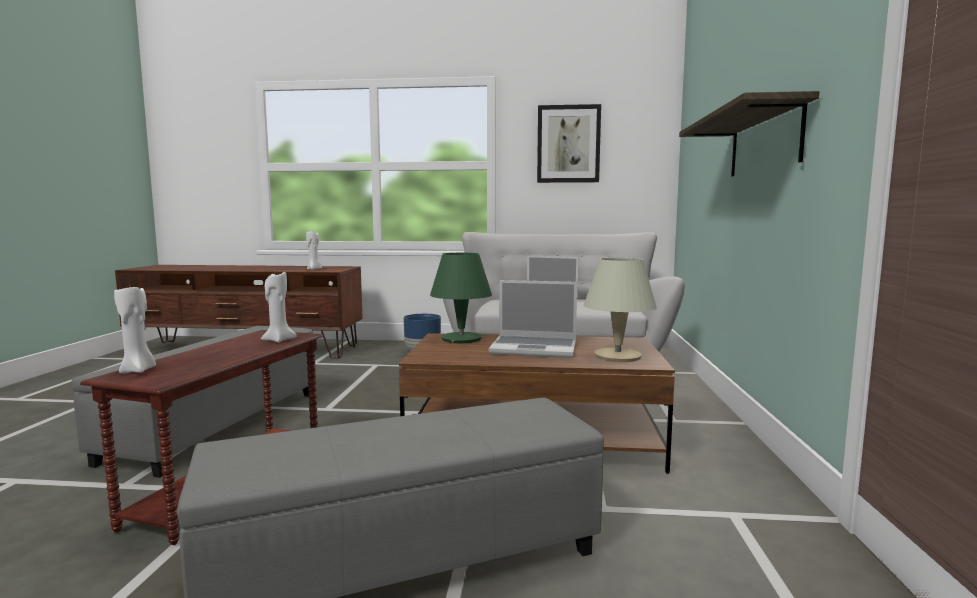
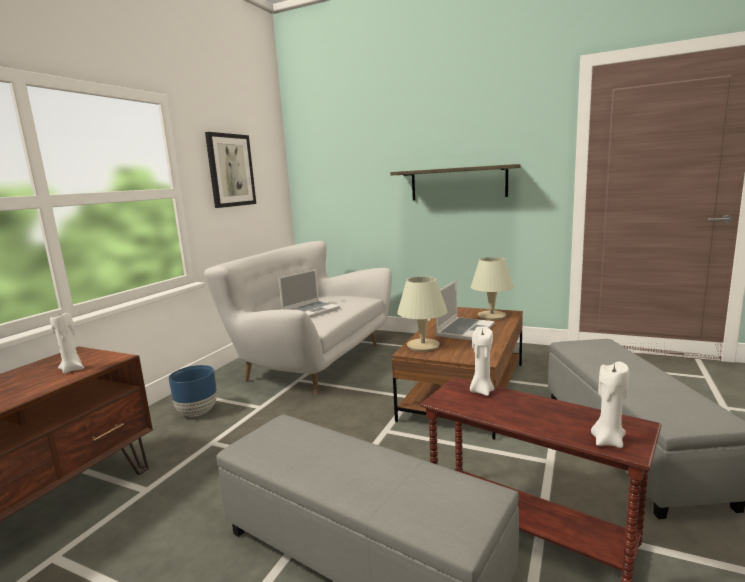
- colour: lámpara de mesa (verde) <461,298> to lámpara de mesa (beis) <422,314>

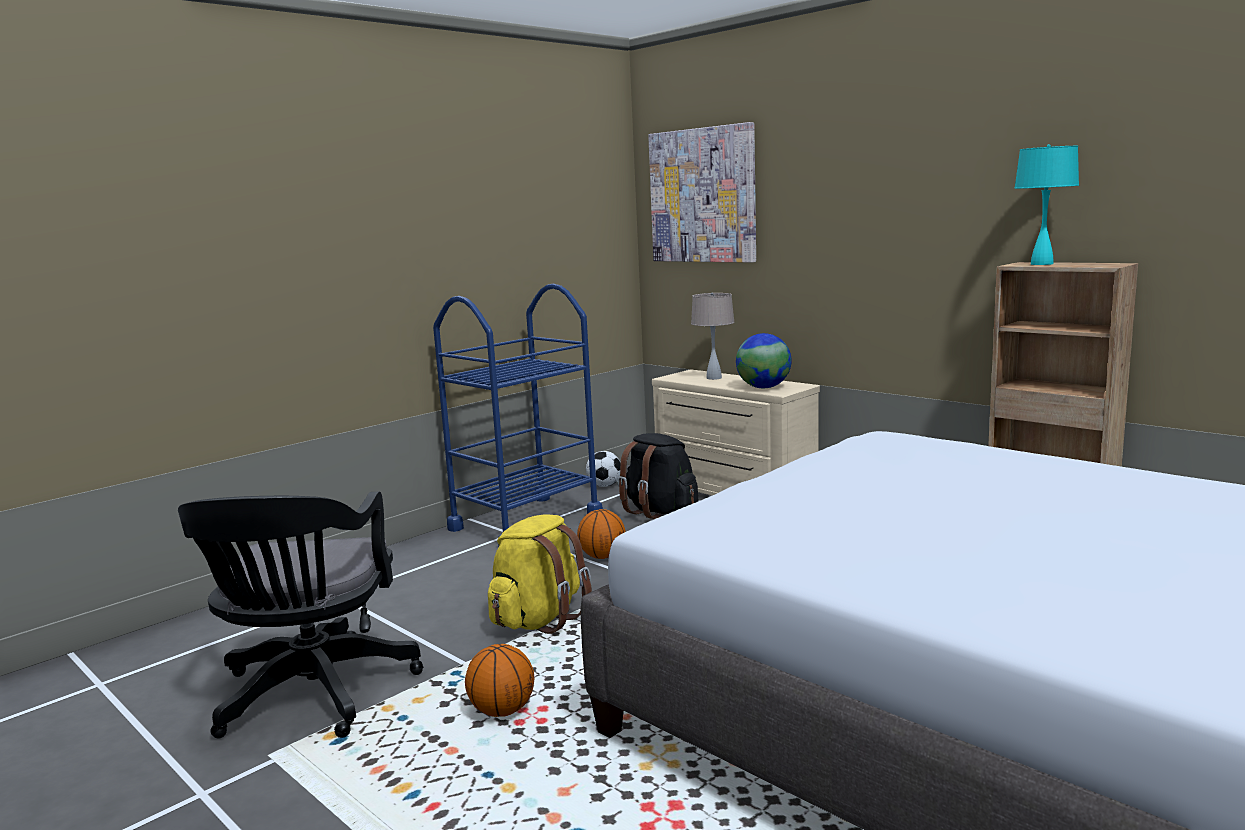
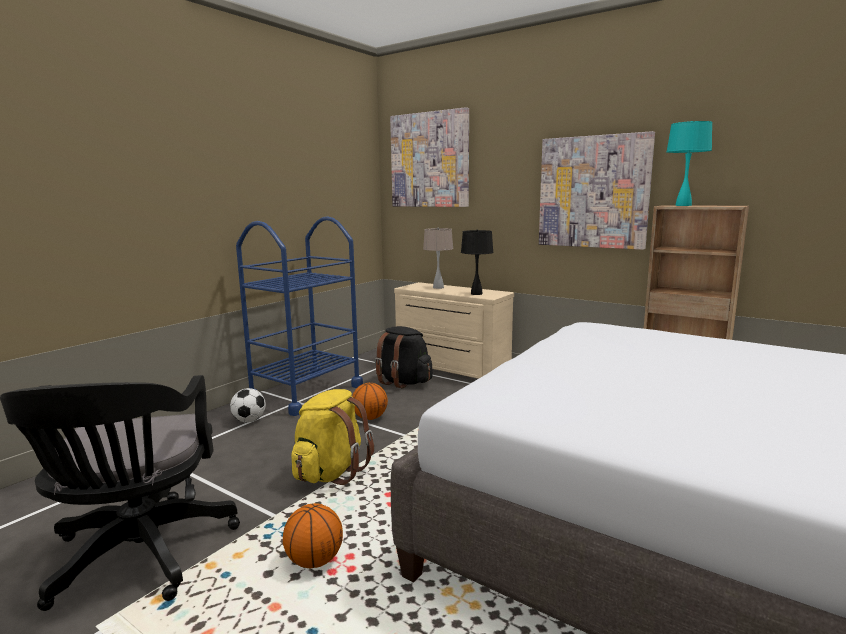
- relocated: balón de fútbol <603,469> to <248,405>
- exchanged: globo terráqueo <764,360> to lámpara de mesa (negro) <477,262>
- appeared: cuadro <597,190>

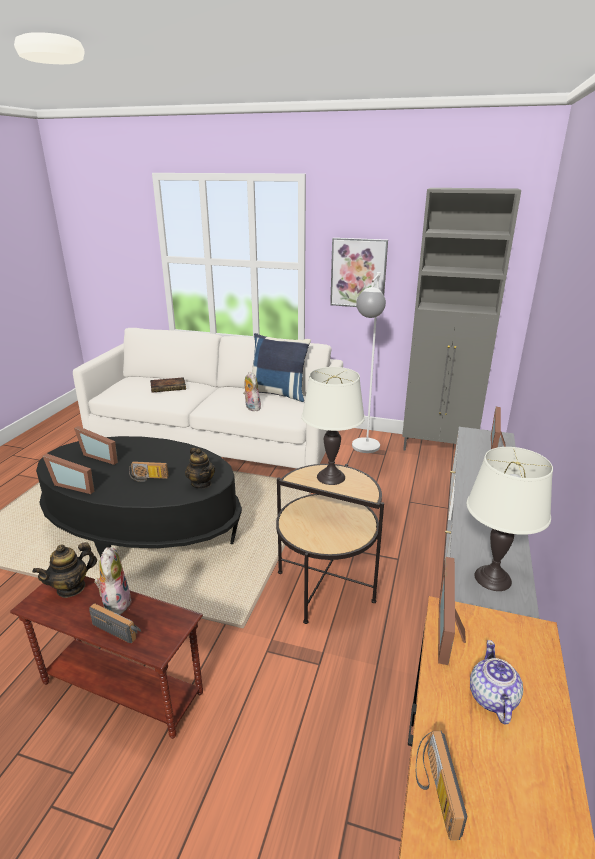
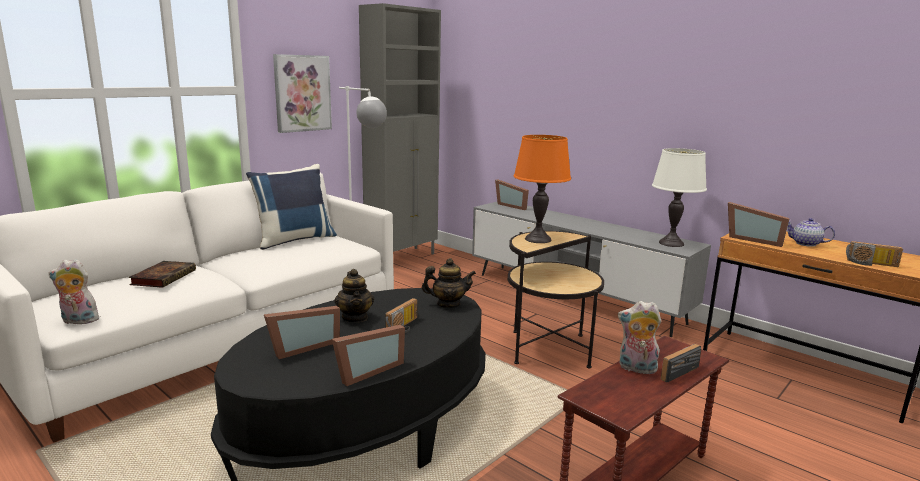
- relocated: tetera <64,570> to <354,296>
- relocated: peluche <252,391> to <75,291>
- colour: lámpara de mesa (blanco) <333,426> to lámpara de mesa (naranja) <542,189>

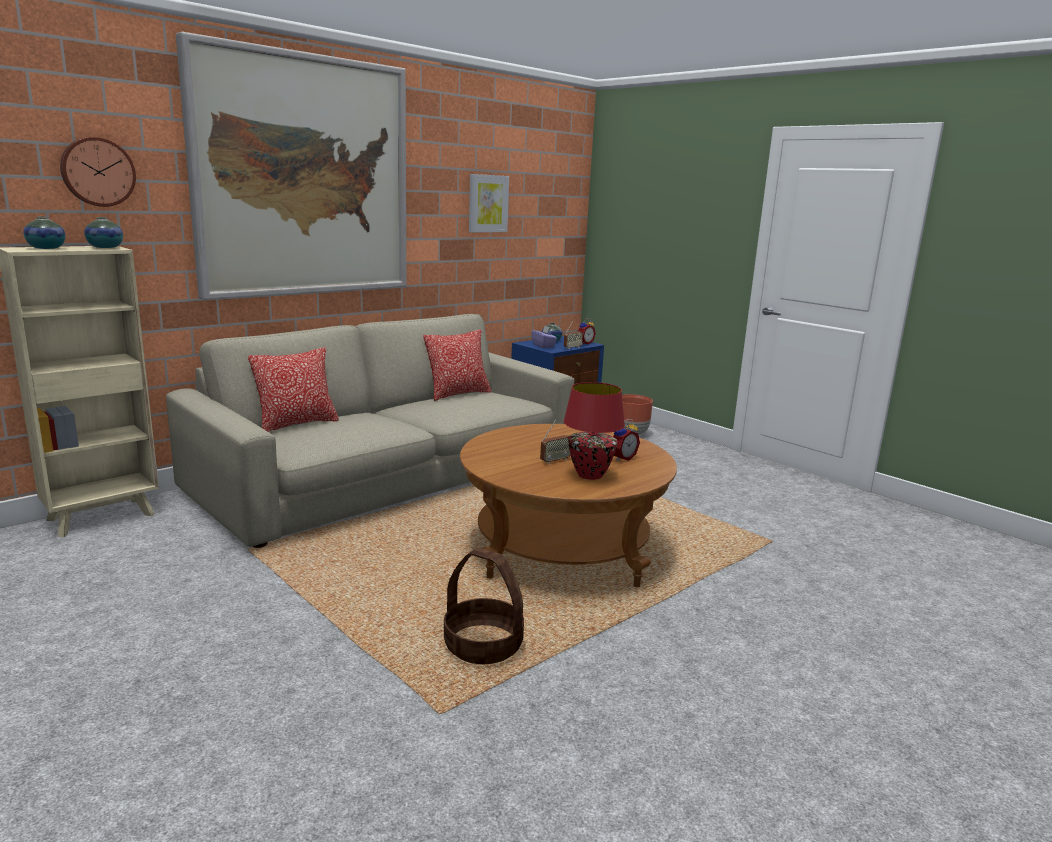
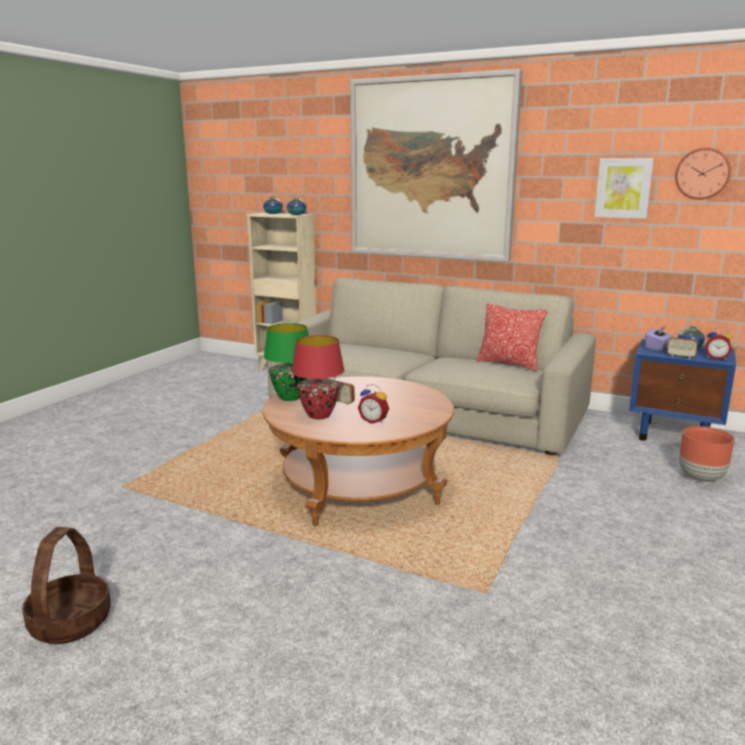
- relocated: reloj de pared <98,172> to <703,174>
- missing: cojín <293,389>
- relocated: cesta <484,606> to <66,585>
- appeared: lámpara de mesa (verde) <286,362>

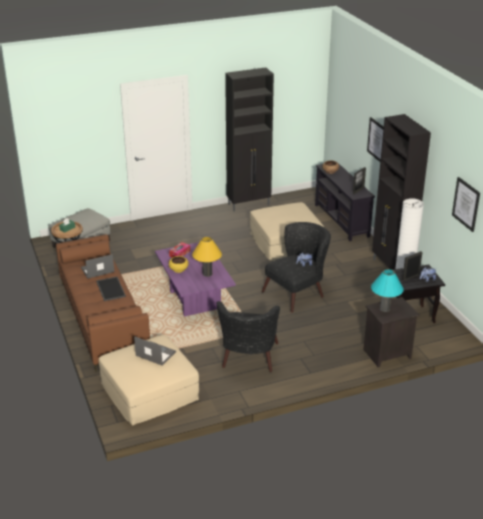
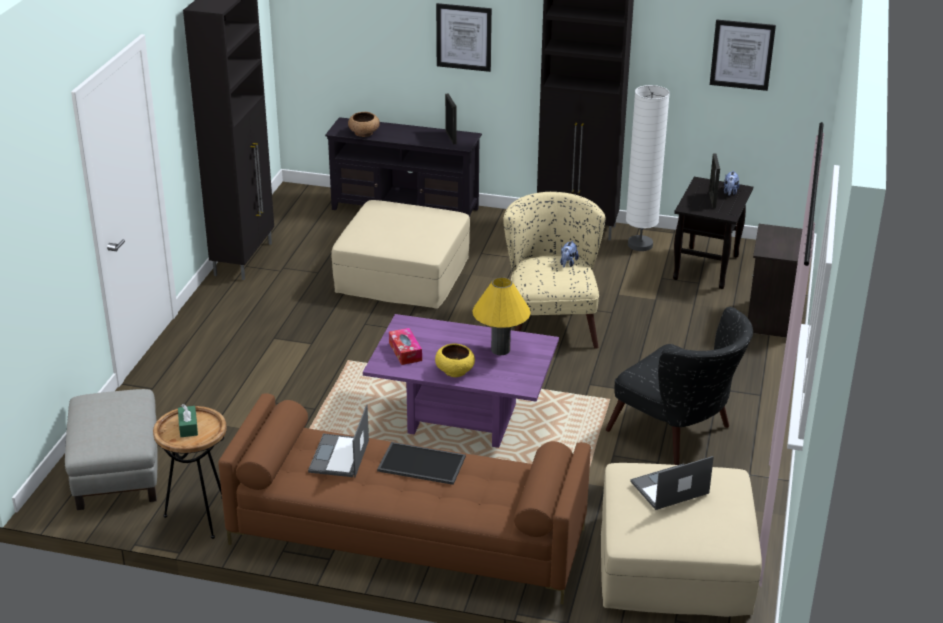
- colour: sillón (negro) <296,267> to sillón (beis) <554,270>
- missing: lámpara de mesa (turquesa) <387,290>

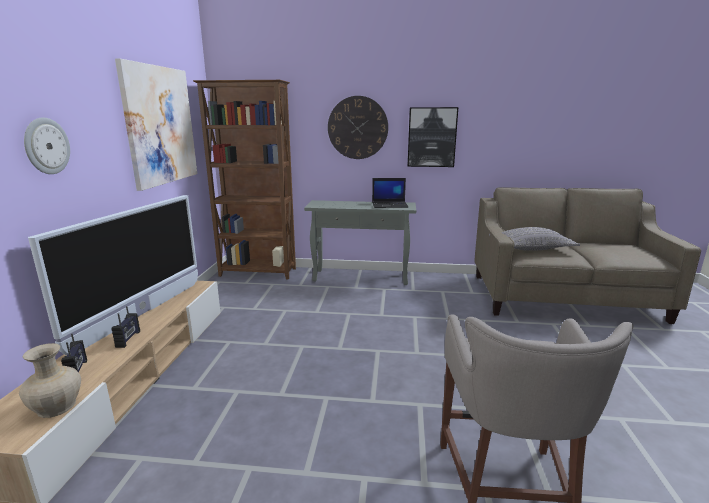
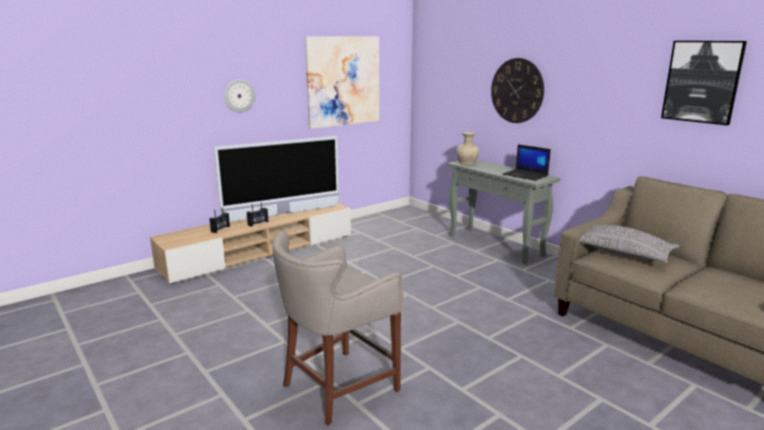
- relocated: florero (beis) <50,380> to <468,148>
- missing: estantería (marrón) <244,180>
- relocated: cuadro <432,137> to <704,83>

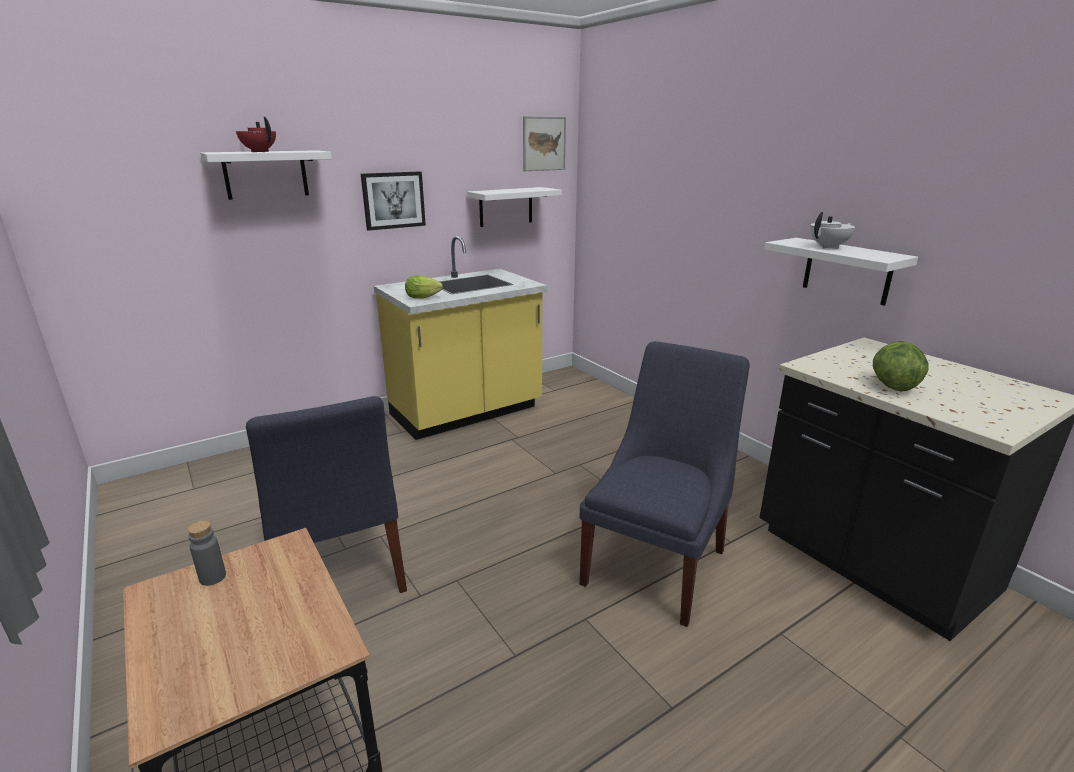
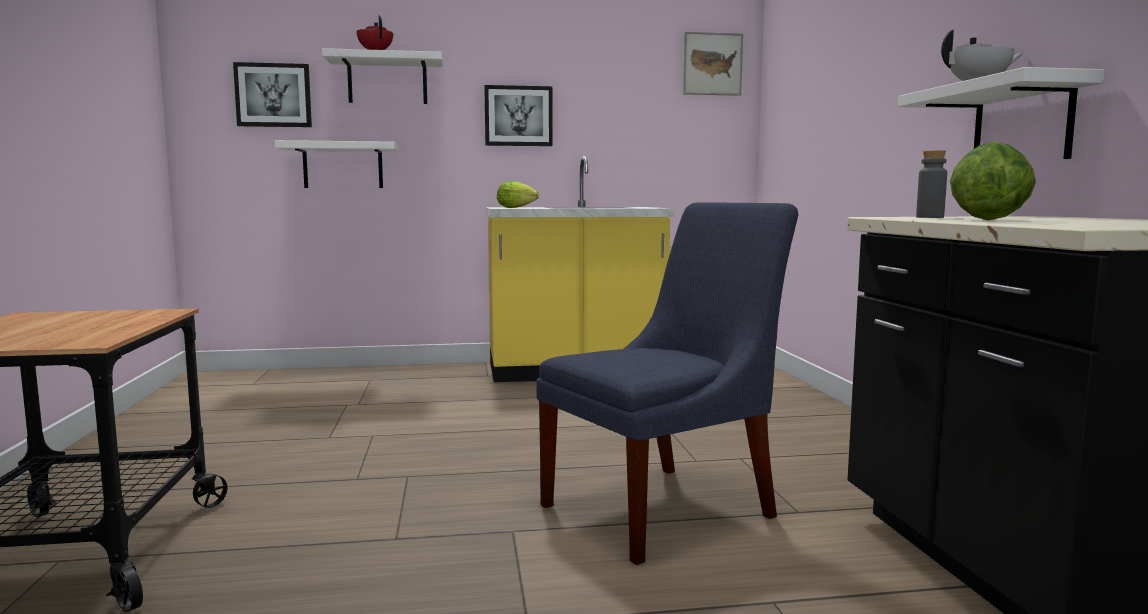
- relocated: botella (gris) <207,553> to <931,184>
- missing: silla (azul) <326,494>
- relocated: estante (blanco) <514,207> to <336,164>
- appeared: cuadro <272,94>

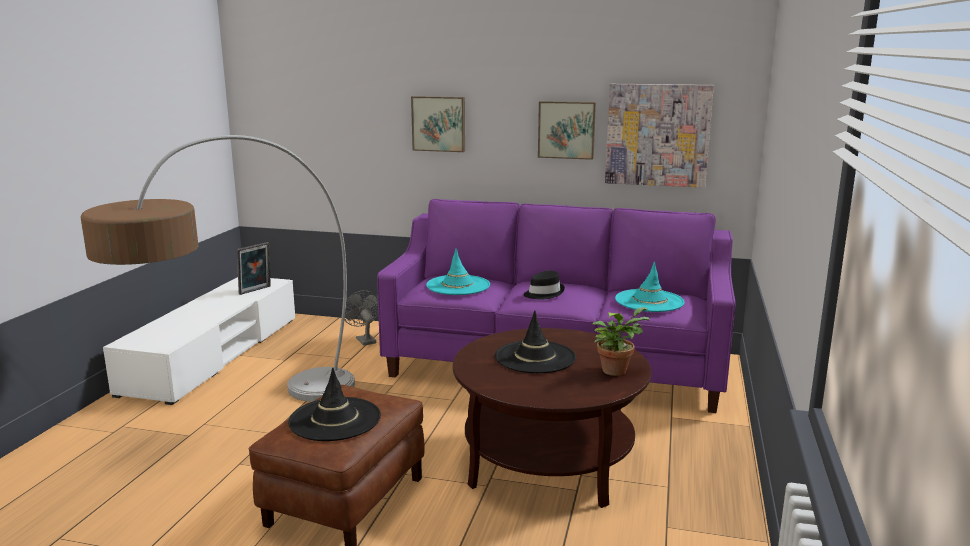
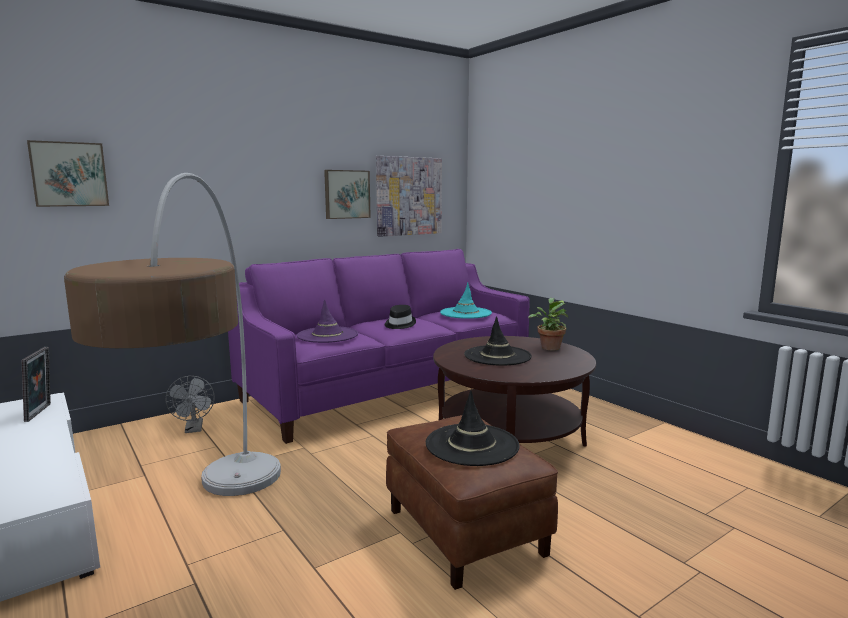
- spun: ventilador (gris) <361,318> = <190,404> 120 degrees counterclockwise
- relocated: cuadro <438,124> to <68,173>
- colour: sombrero (turquesa) <458,271> to sombrero (morado) <327,321>

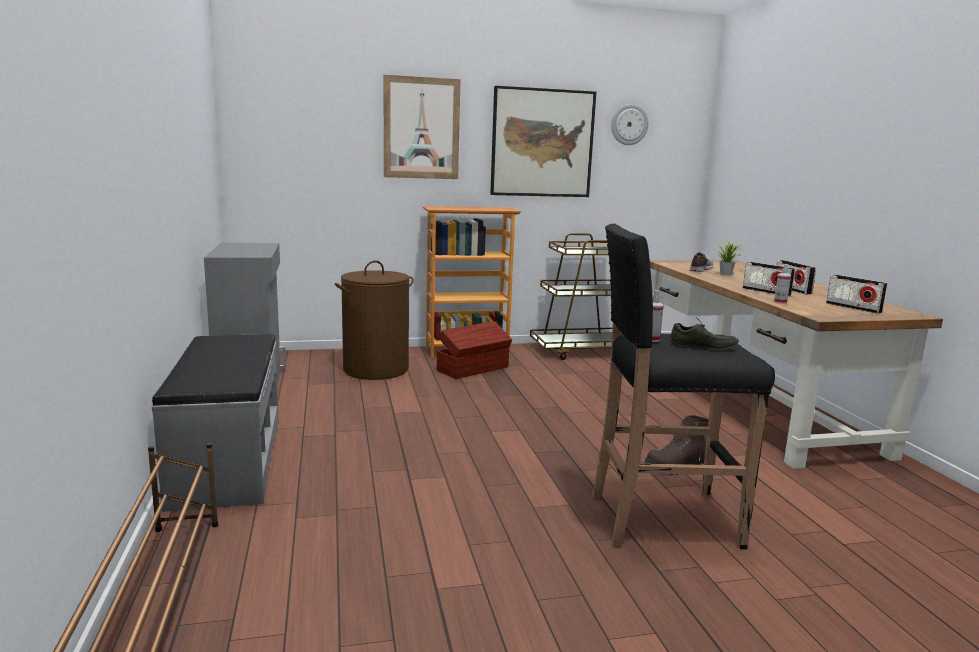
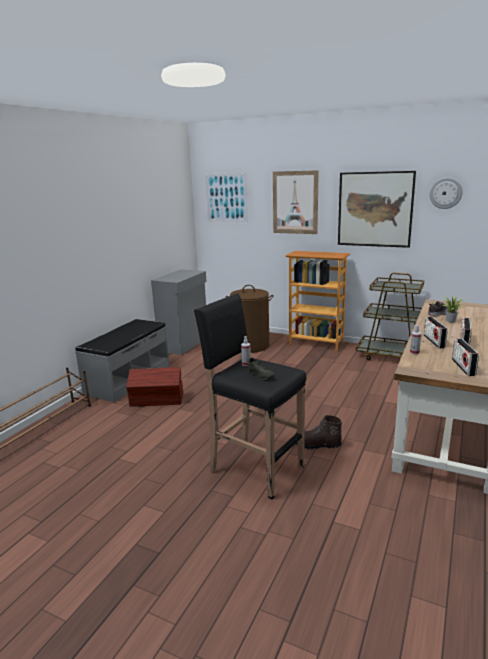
- relocated: caja de almacenaje (marrón) <474,350> to <154,387>
- appeared: cuadro <226,197>

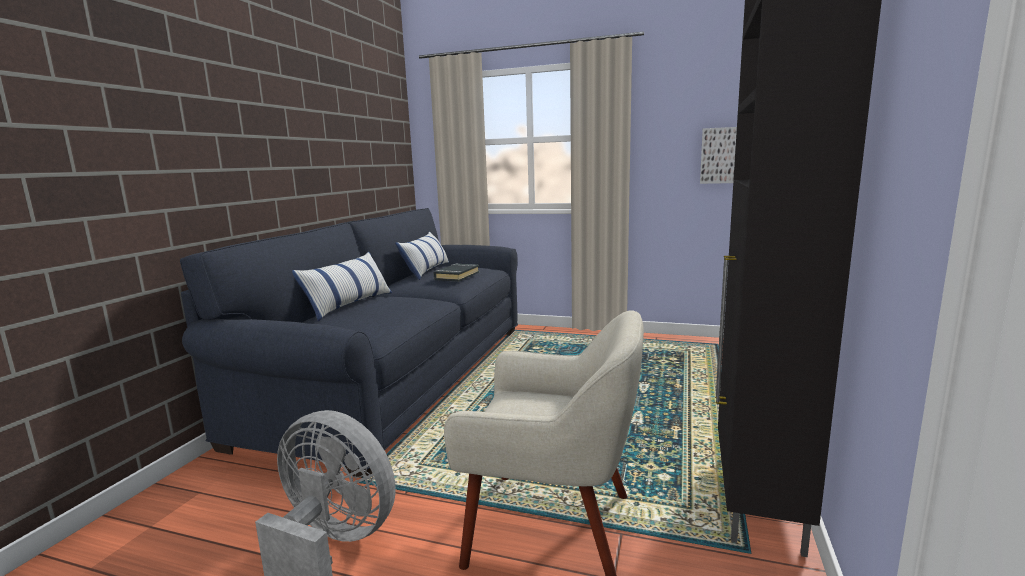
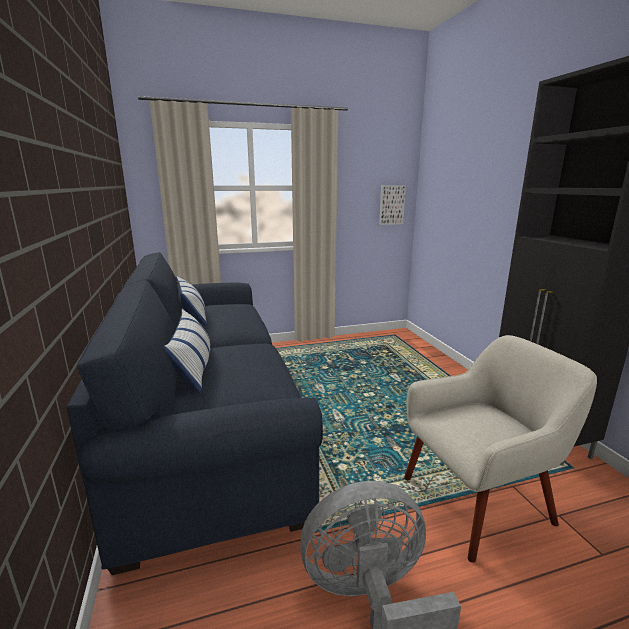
- missing: libro (negro) <456,273>

